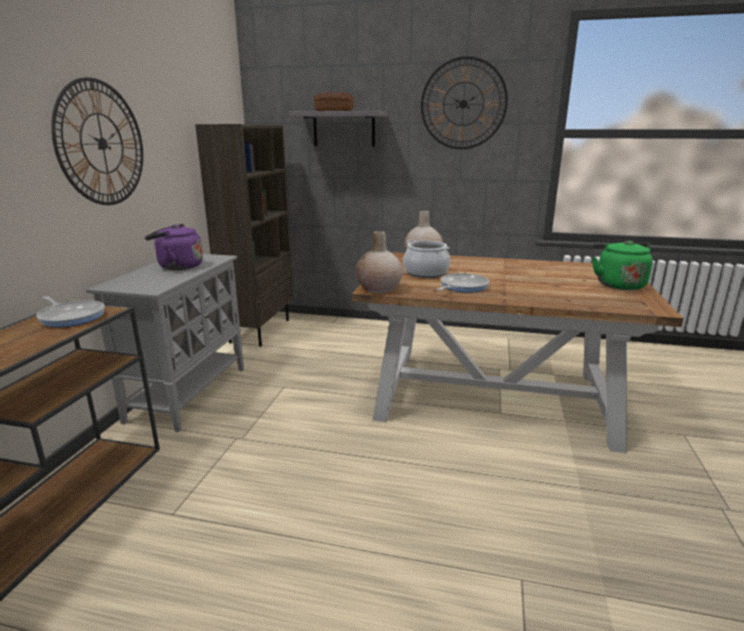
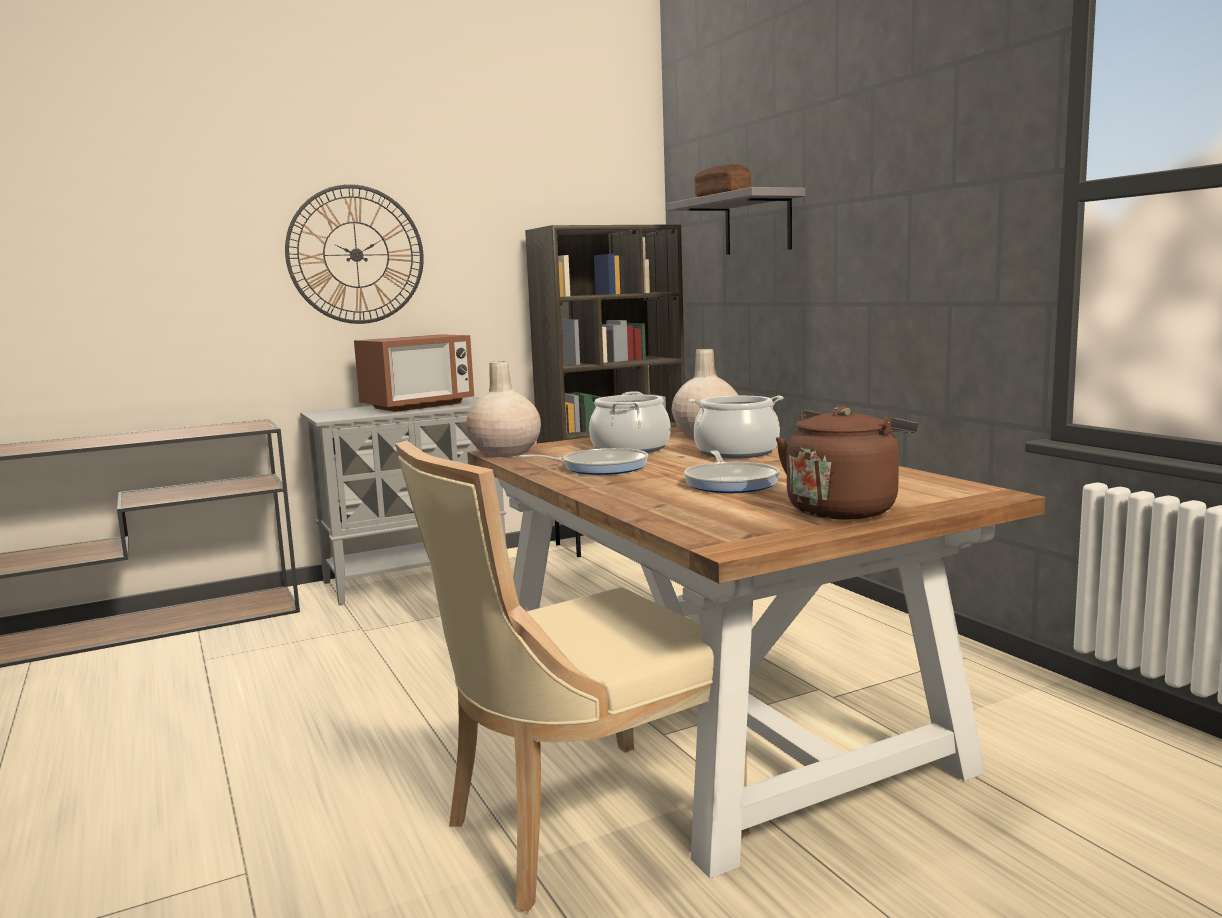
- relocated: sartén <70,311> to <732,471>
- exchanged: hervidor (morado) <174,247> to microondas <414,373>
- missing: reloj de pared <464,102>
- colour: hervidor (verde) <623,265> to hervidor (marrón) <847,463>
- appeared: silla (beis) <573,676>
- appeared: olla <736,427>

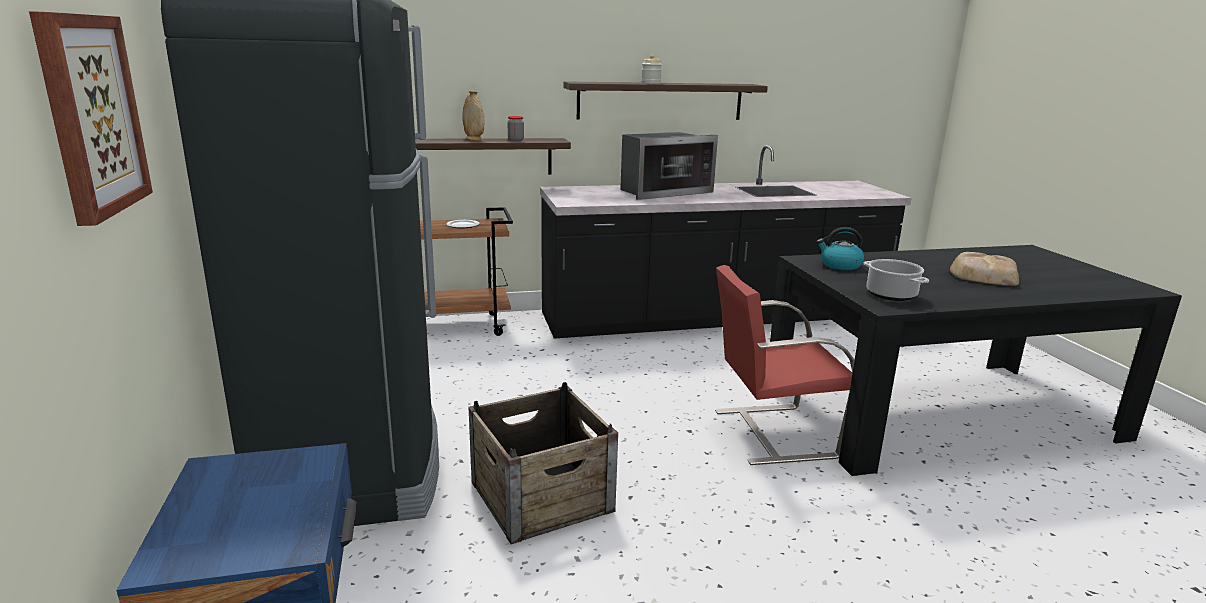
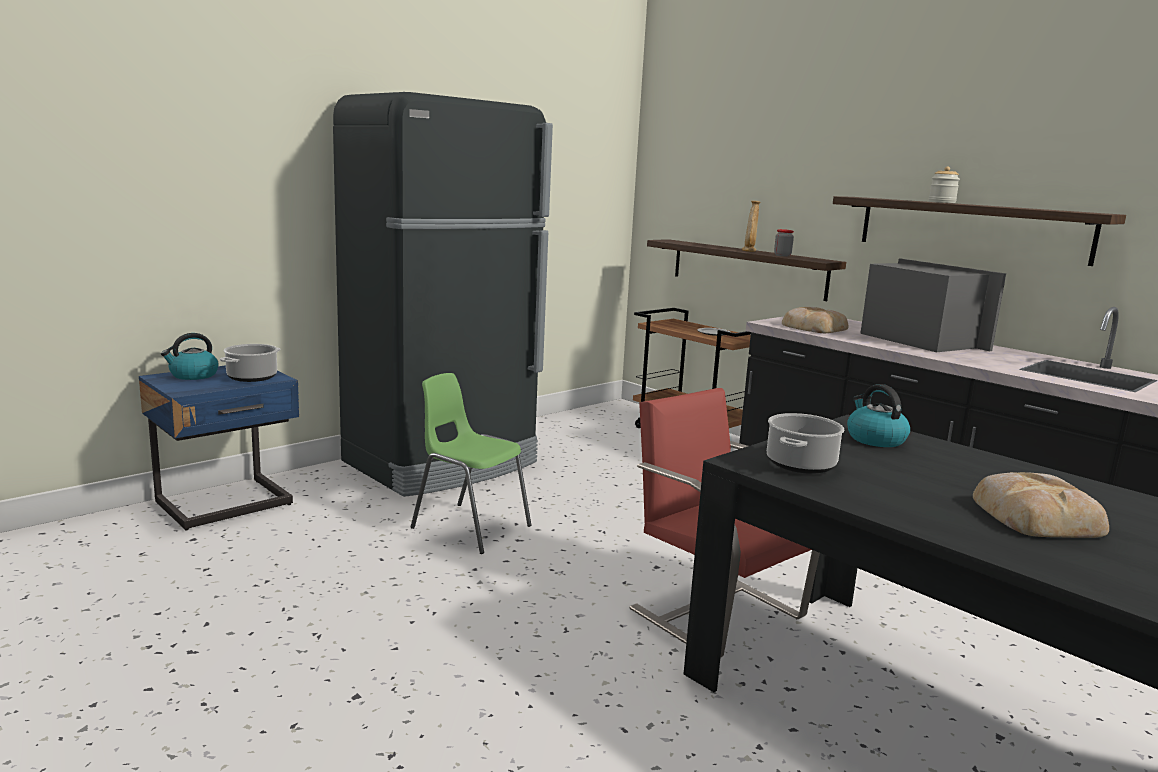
- missing: cuadro <91,118>
- exchanged: caja de embalaje <543,463> to silla (verde) <471,463>
- spun: microondas <669,166> = <933,305> 150 degrees counterclockwise
- appeared: hervidor <190,356>
- appeared: olla <250,363>
- appeared: pan <815,320>

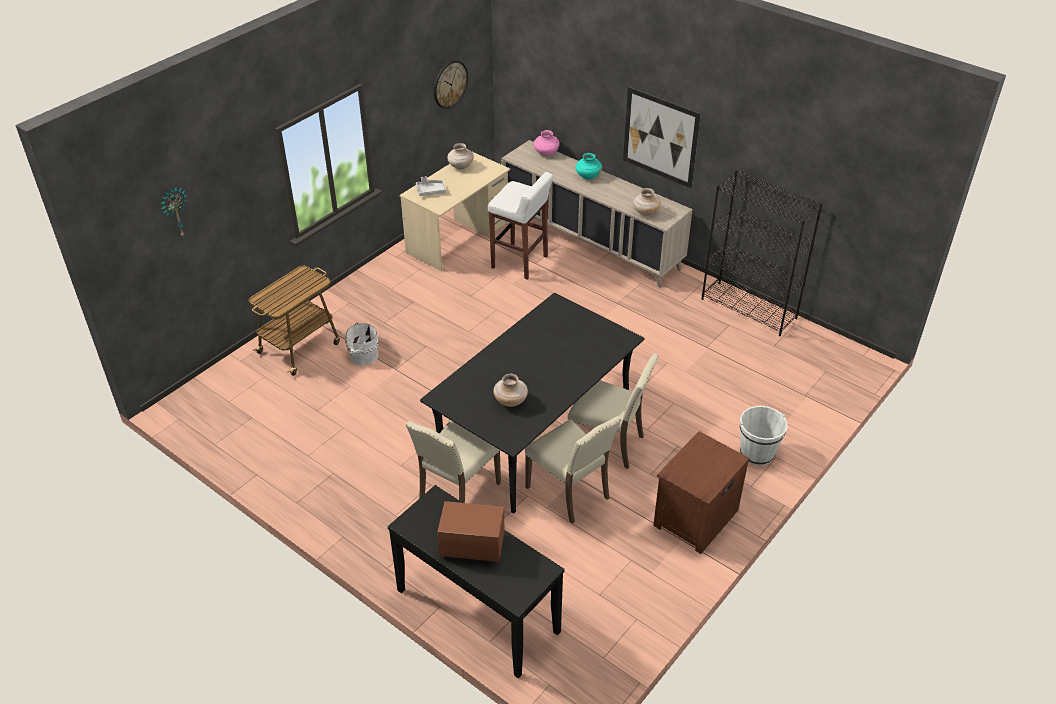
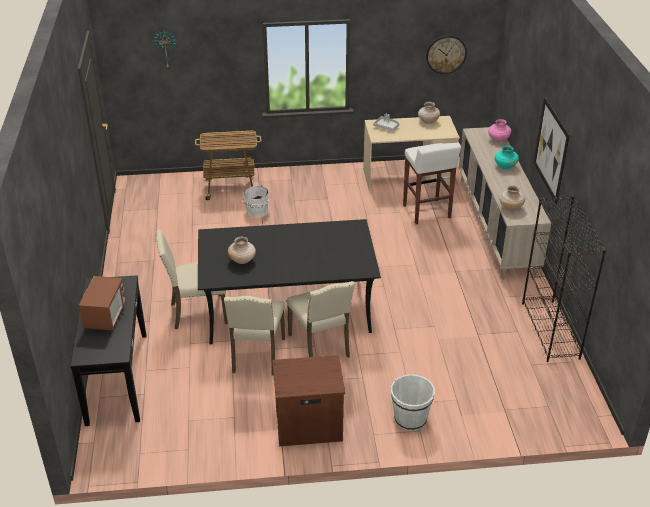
- spun: microondas <471,531> = <102,303> 45 degrees clockwise

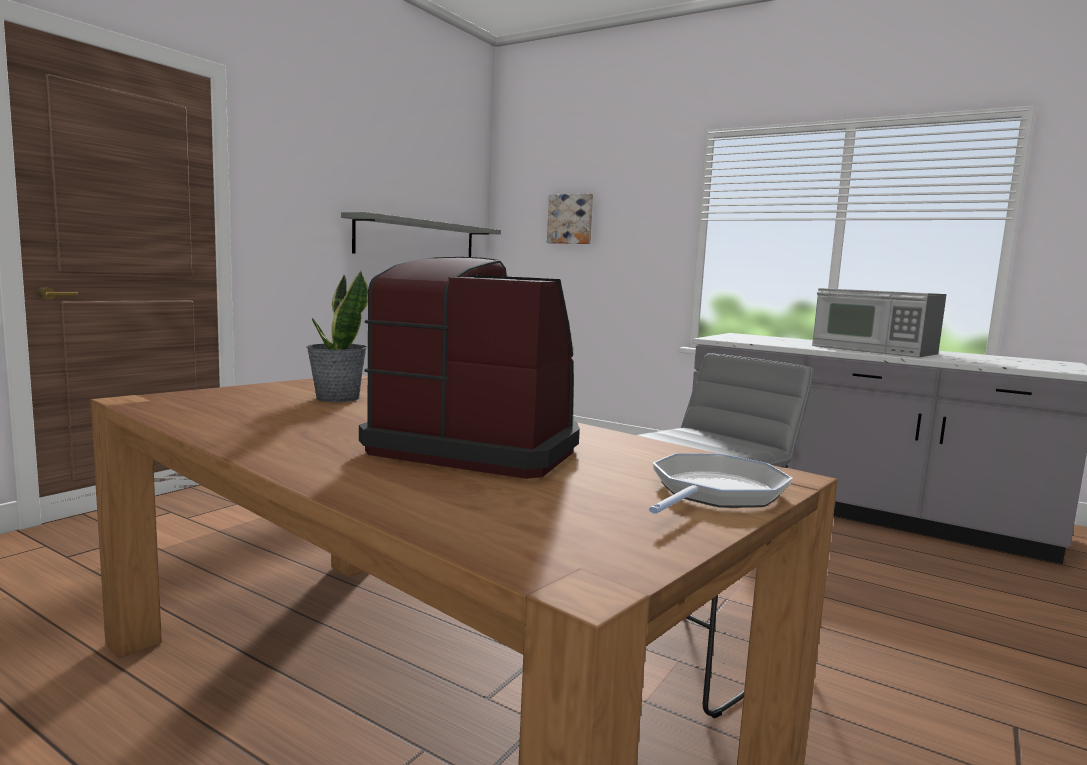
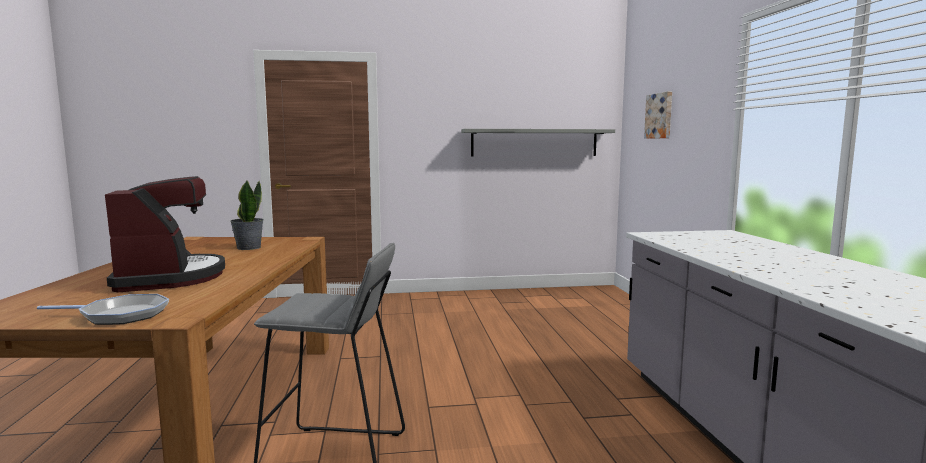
- missing: microondas <879,322>

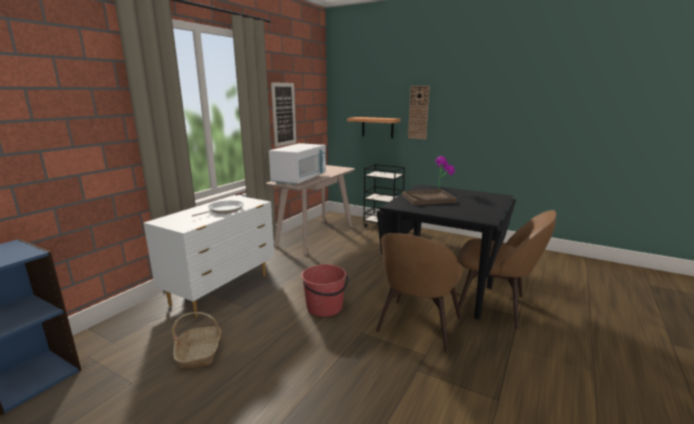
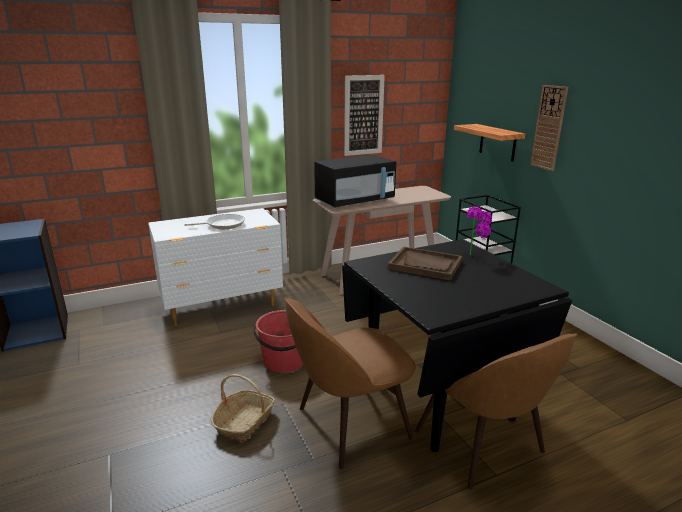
- relocated: cesta <197,340> to <243,408>
- colour: microondas (blanco) <297,164> to microondas (negro) <355,181>

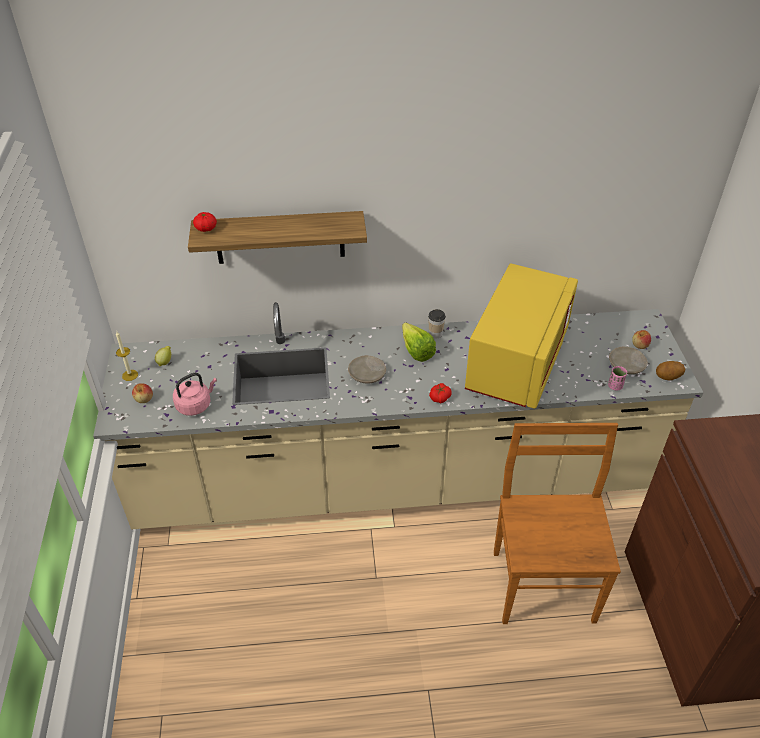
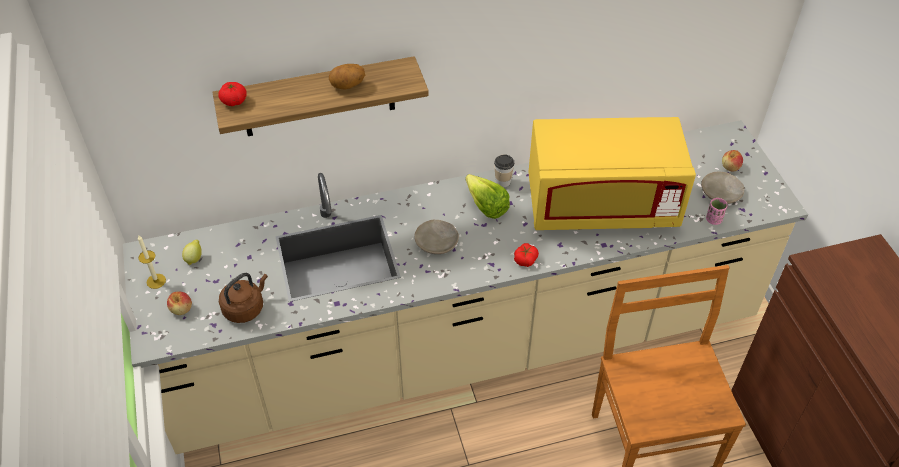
- colour: hervidor (rosa) <195,394> to hervidor (marrón) <243,298>
- spun: microondas (amarillo) <521,336> = <612,173> 75 degrees clockwise
- relocated: patata <671,371> to <347,77>

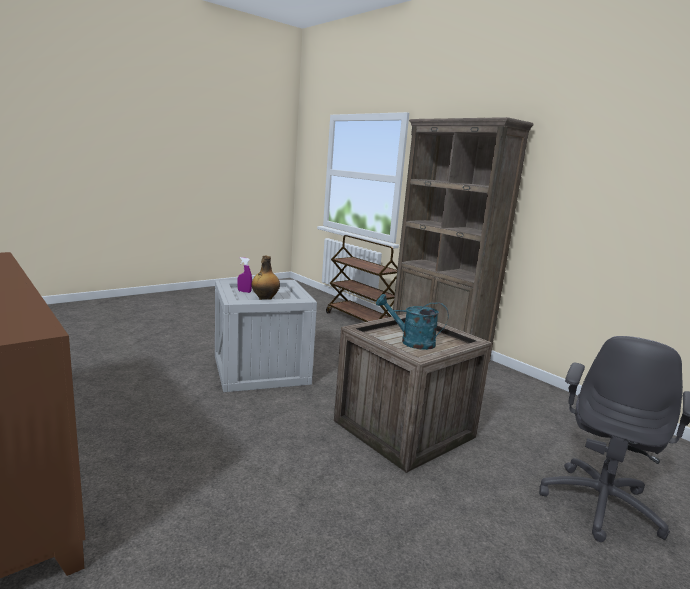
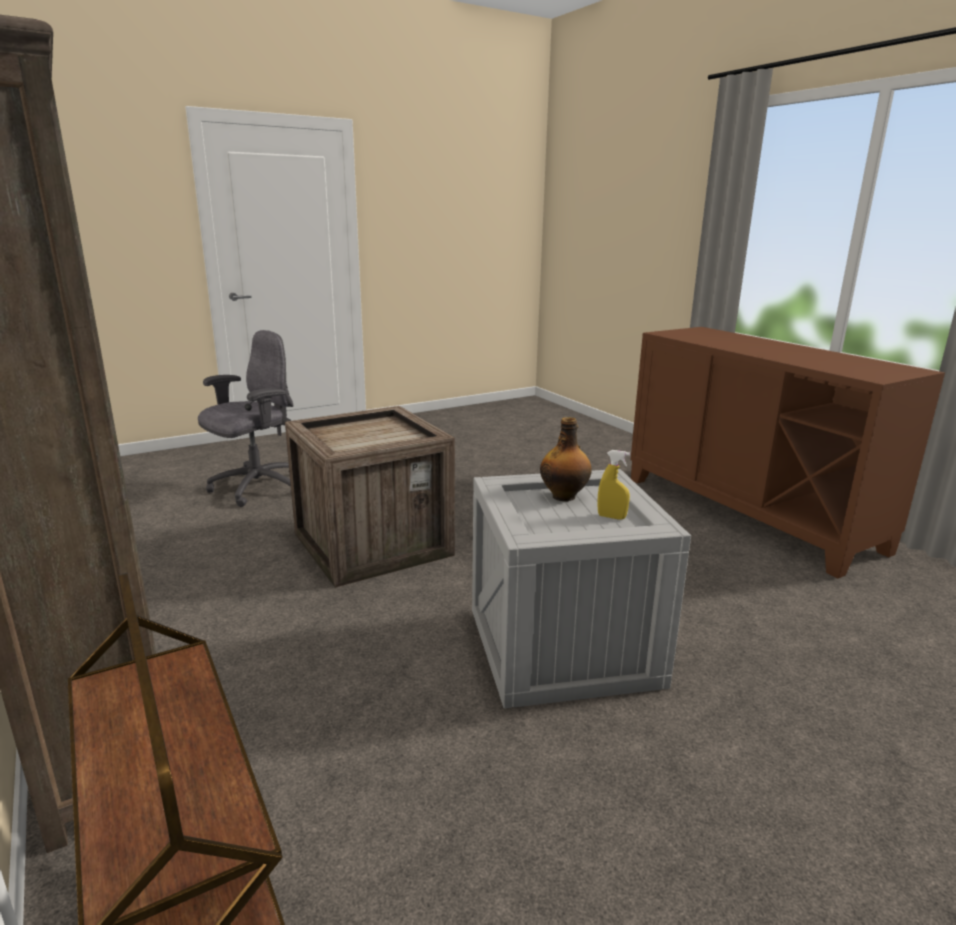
- colour: pulverizador (morado) <244,275> to pulverizador (amarillo) <613,484>
- missing: regadera (turquesa) <412,322>

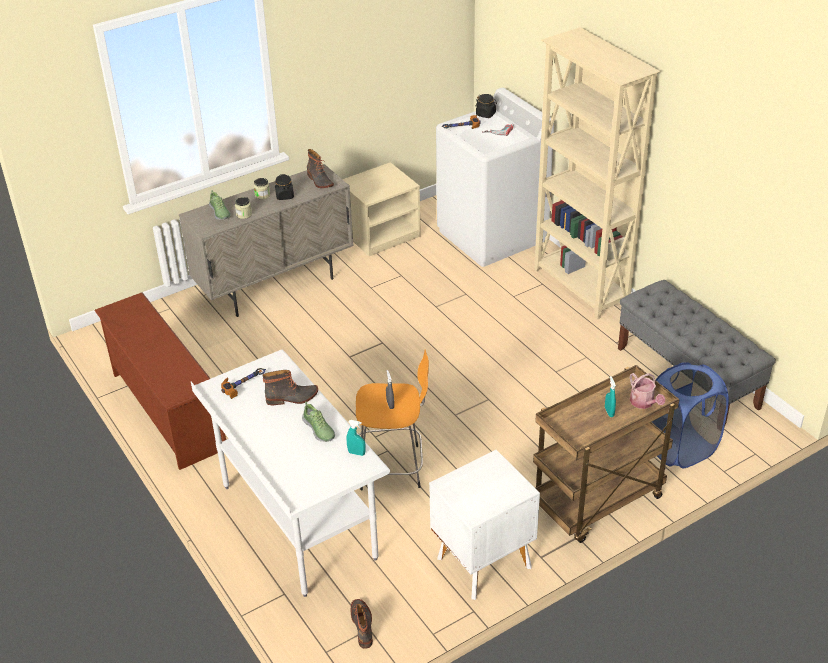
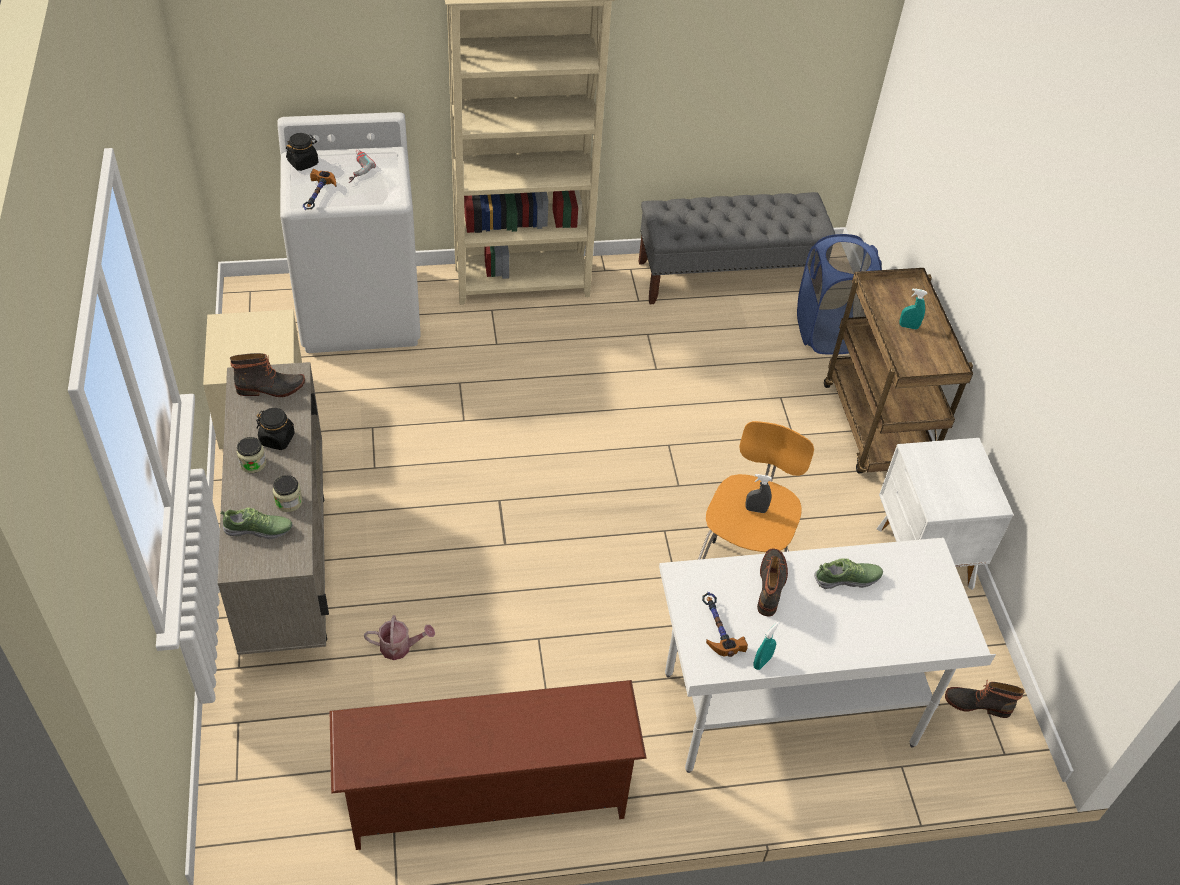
- relocated: pulverizador (turquesa) <356,438> to <766,645>
- relocated: regadera <647,391> to <399,637>

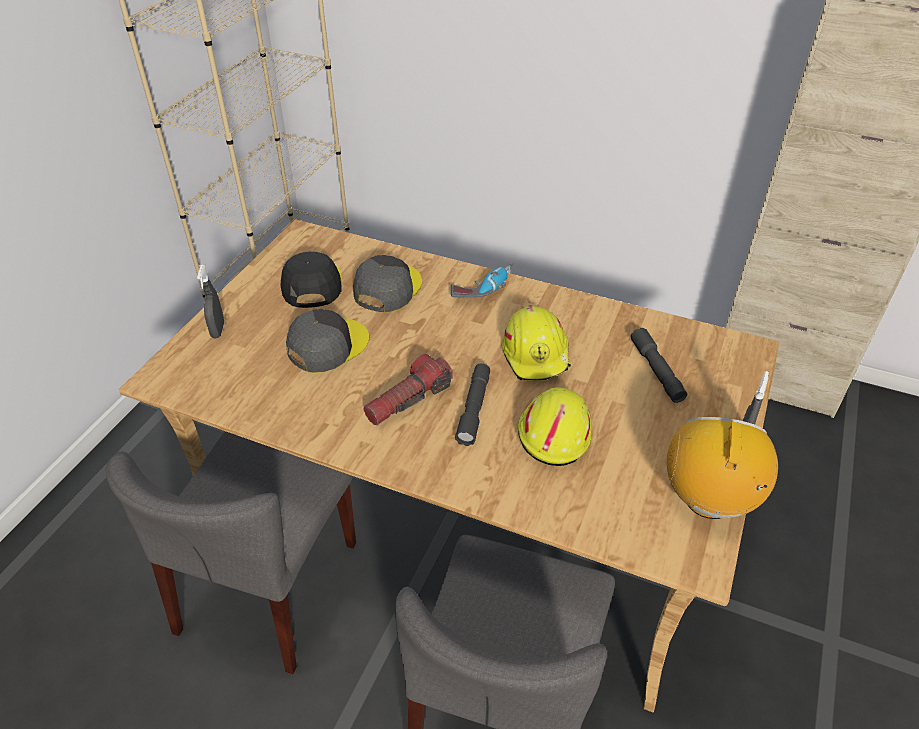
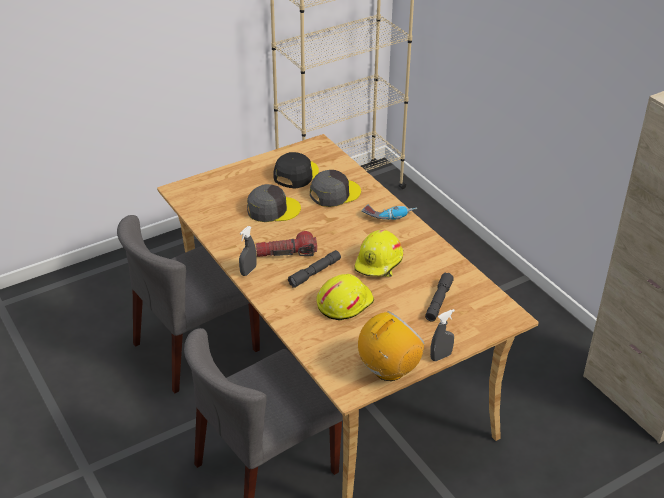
- relocated: pulverizador (gris) <210,301> to <248,251>

